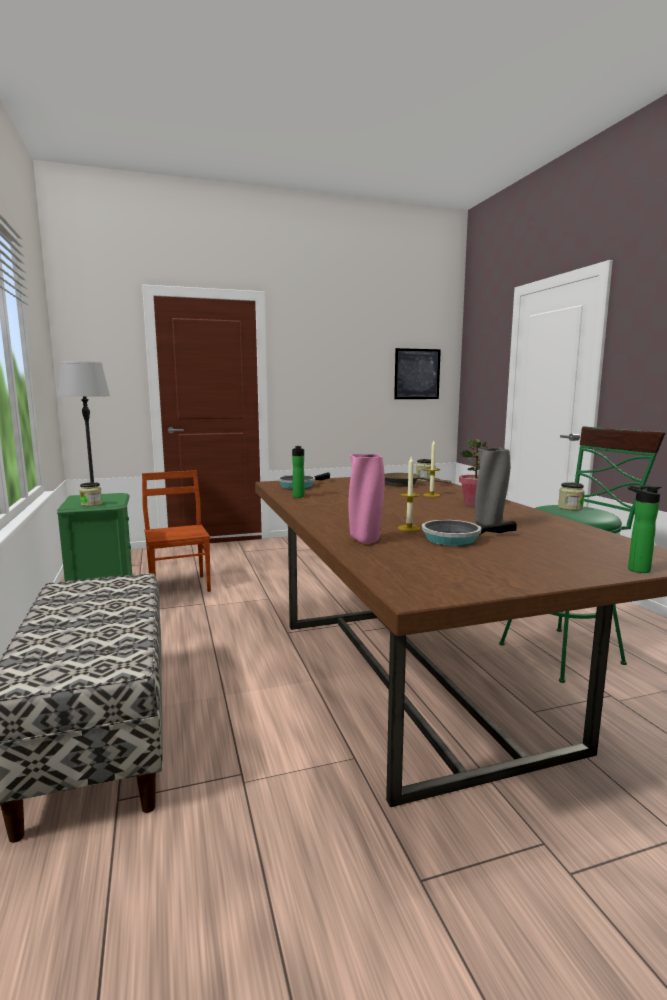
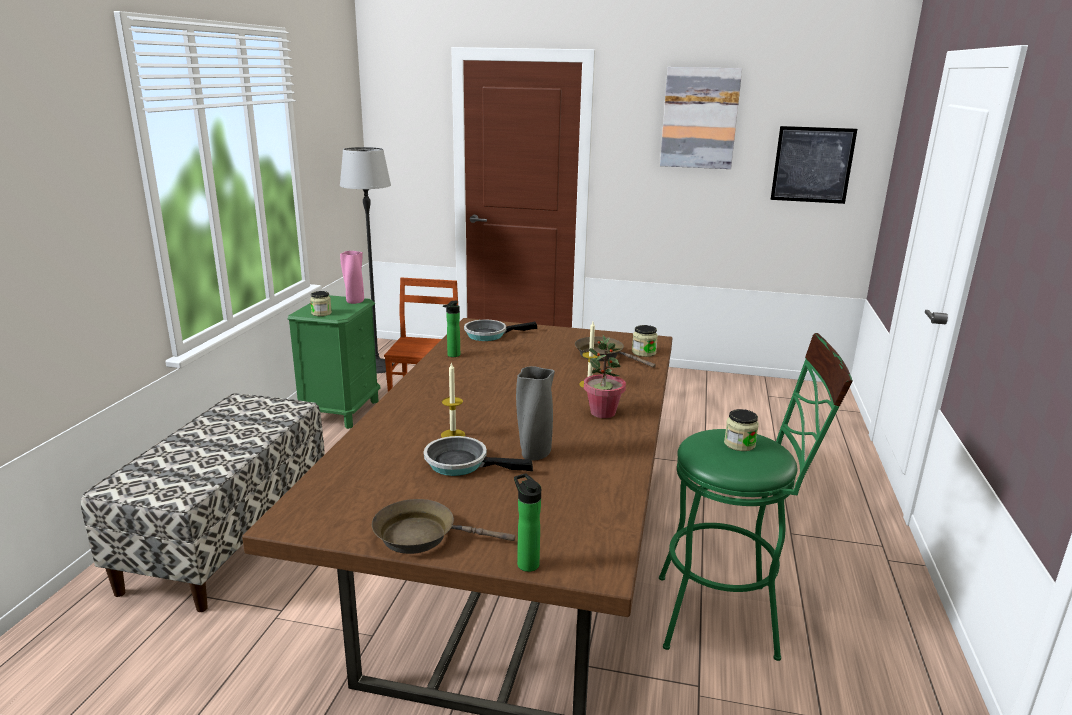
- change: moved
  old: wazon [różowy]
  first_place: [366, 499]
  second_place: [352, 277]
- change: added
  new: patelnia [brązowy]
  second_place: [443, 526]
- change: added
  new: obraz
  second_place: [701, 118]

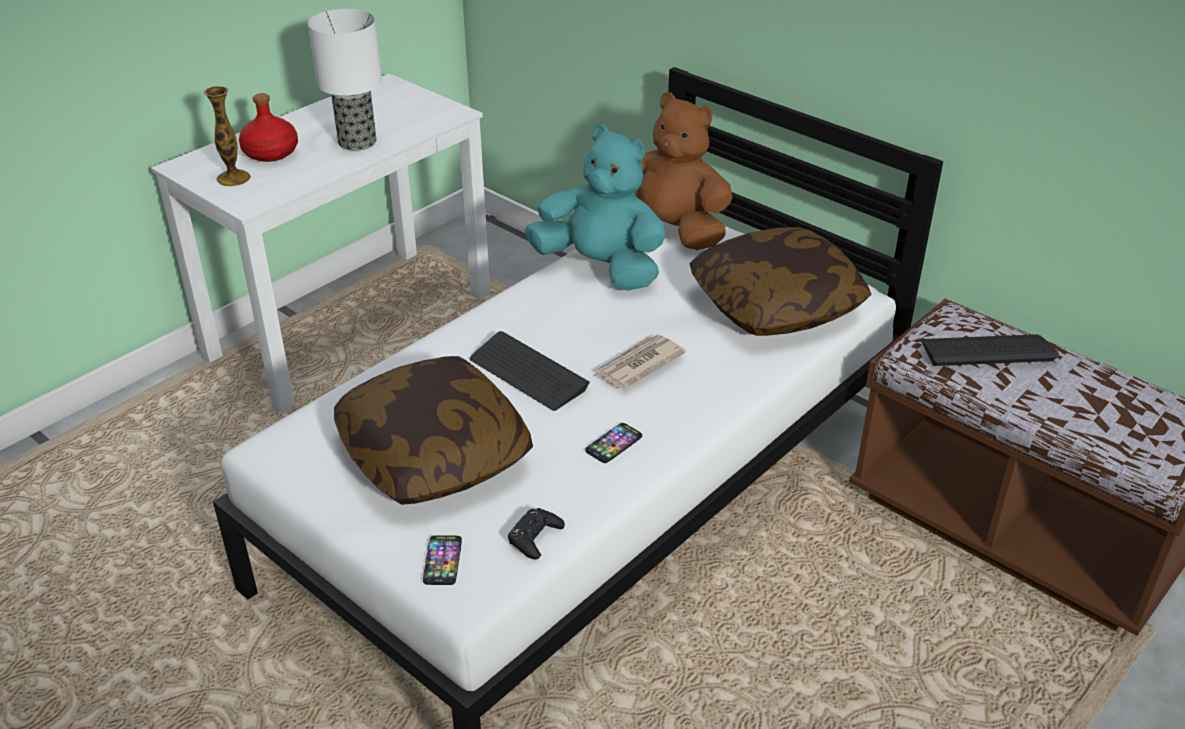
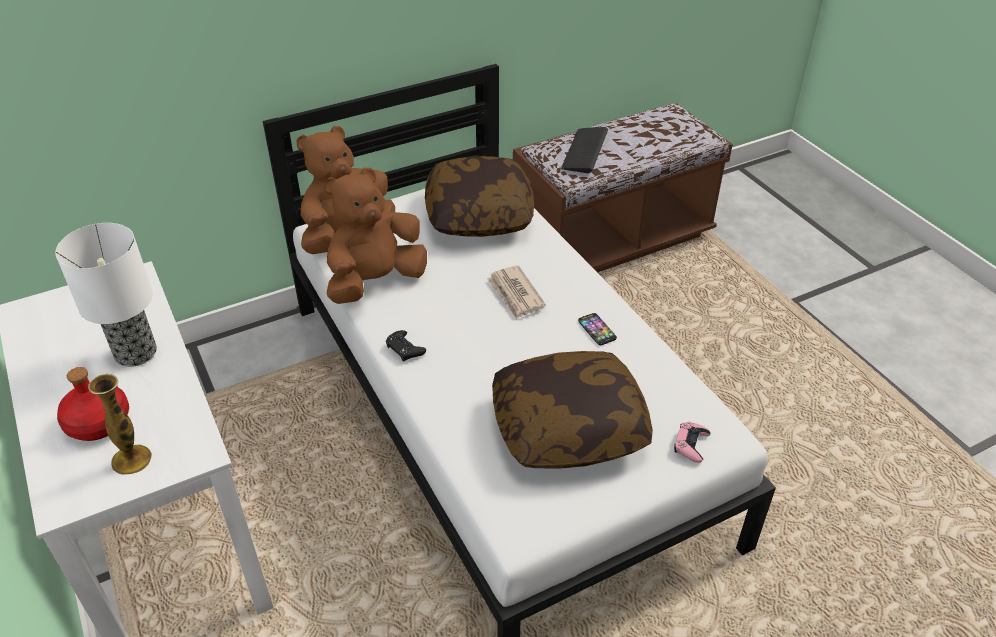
- change: replaced
  old: telefon
  new: pad do gier [różowy]
  first_place: [442, 560]
  second_place: [692, 442]
- change: removed
  old: klawiatura
  first_place: [530, 371]
- change: moved
  old: pad do gier [czarny]
  first_place: [536, 534]
  second_place: [406, 346]
- change: recoloured
  old: pluszak [turkusowy]
  new: pluszak [brązowy]
  first_place: [595, 208]
  second_place: [375, 236]

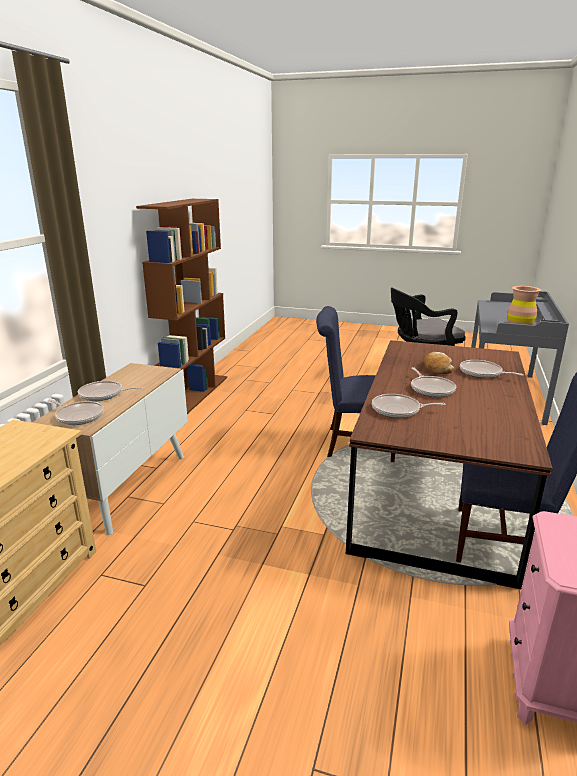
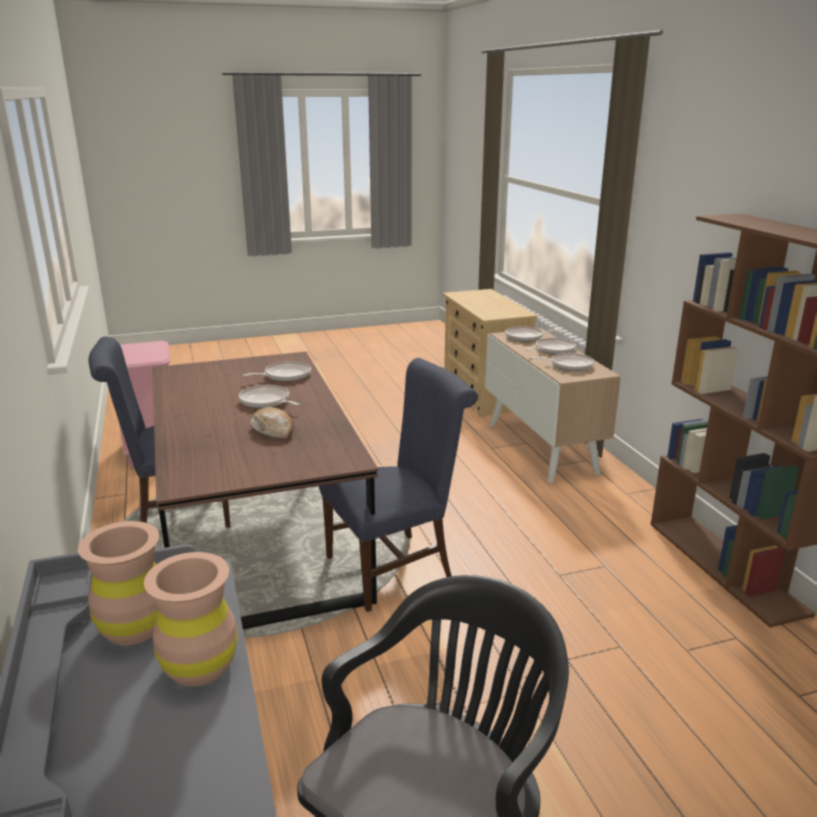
- change: moved
  old: patelnia
  first_place: [492, 369]
  second_place: [562, 362]
- change: added
  new: wazon [brązowy]
  second_place: [191, 619]

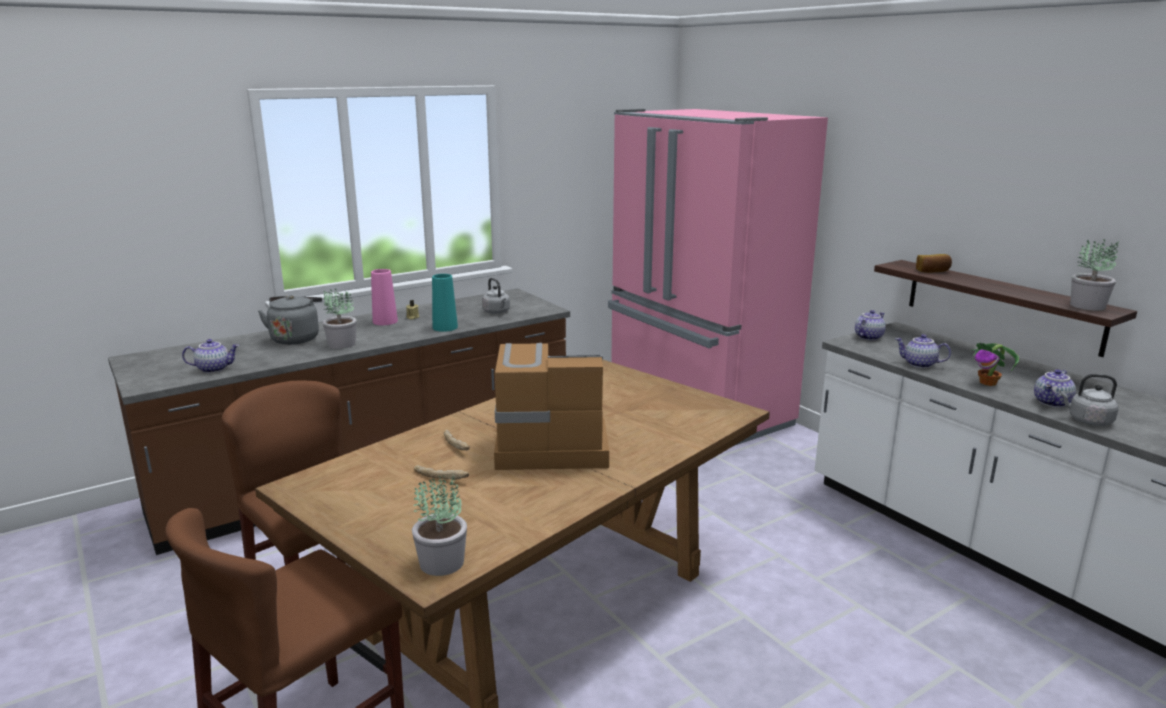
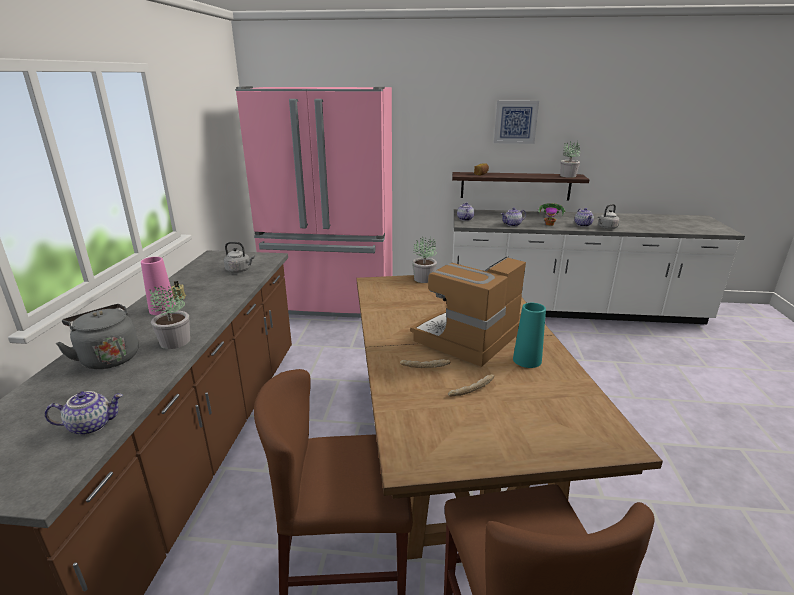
- change: turned
  old: imbryk
  first_place: [210, 356]
  second_place: [84, 413]
  degrees: 45
- change: moved
  old: roślina doniczkowa
  first_place: [439, 525]
  second_place: [424, 260]
- change: moved
  old: wazon [turkusowy]
  first_place: [445, 303]
  second_place: [529, 335]
- change: added
  new: obraz
  second_place: [516, 122]

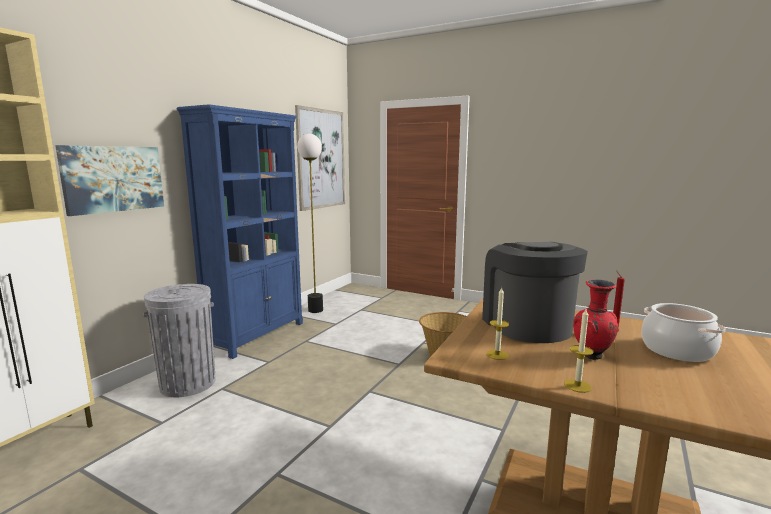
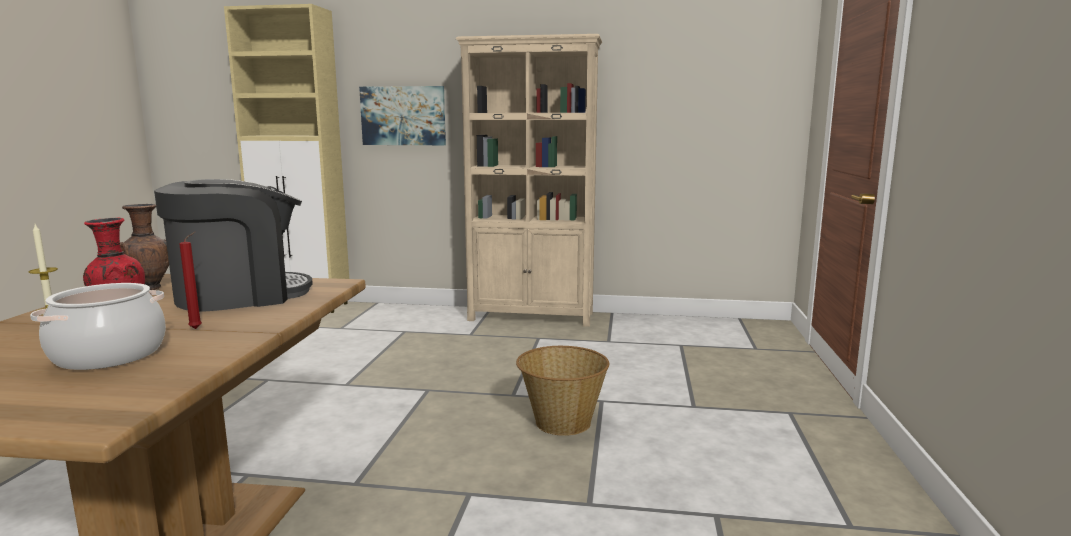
- change: removed
  old: kosz na śmieci [szary]
  first_place: [179, 340]
- change: recoloured
  old: regał [niebieski]
  new: regał [beżowy]
  first_place: [240, 231]
  second_place: [529, 180]
- change: removed
  old: obraz
  first_place: [320, 158]
- change: removed
  old: lampa stojąca
  first_place: [310, 223]
- change: replaced
  old: świeca
  new: wazon [brązowy]
  first_place: [497, 323]
  second_place: [144, 247]

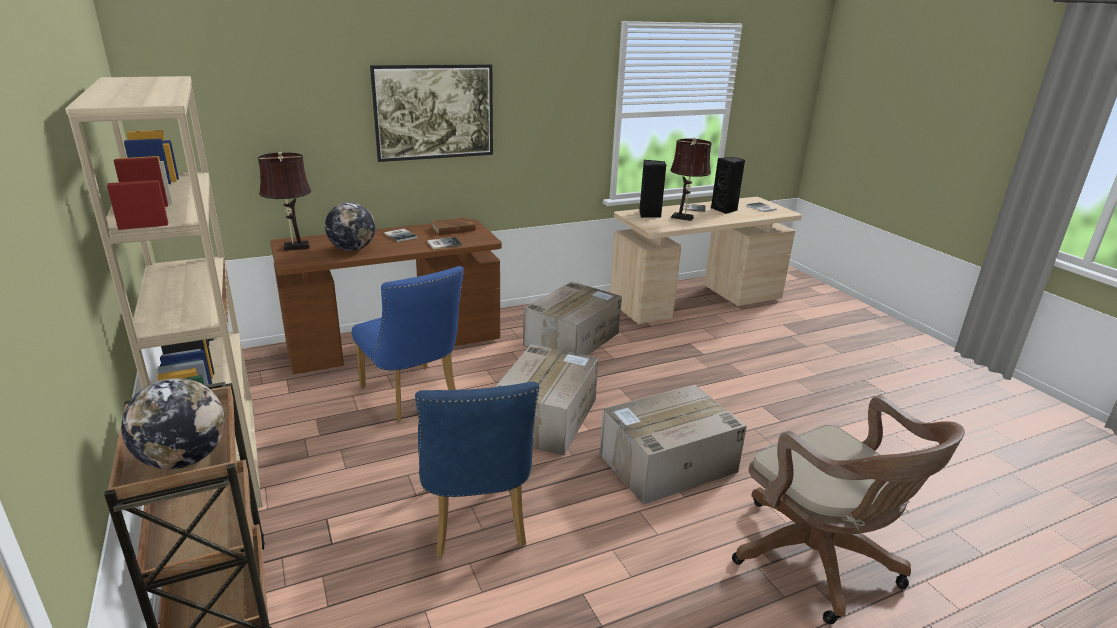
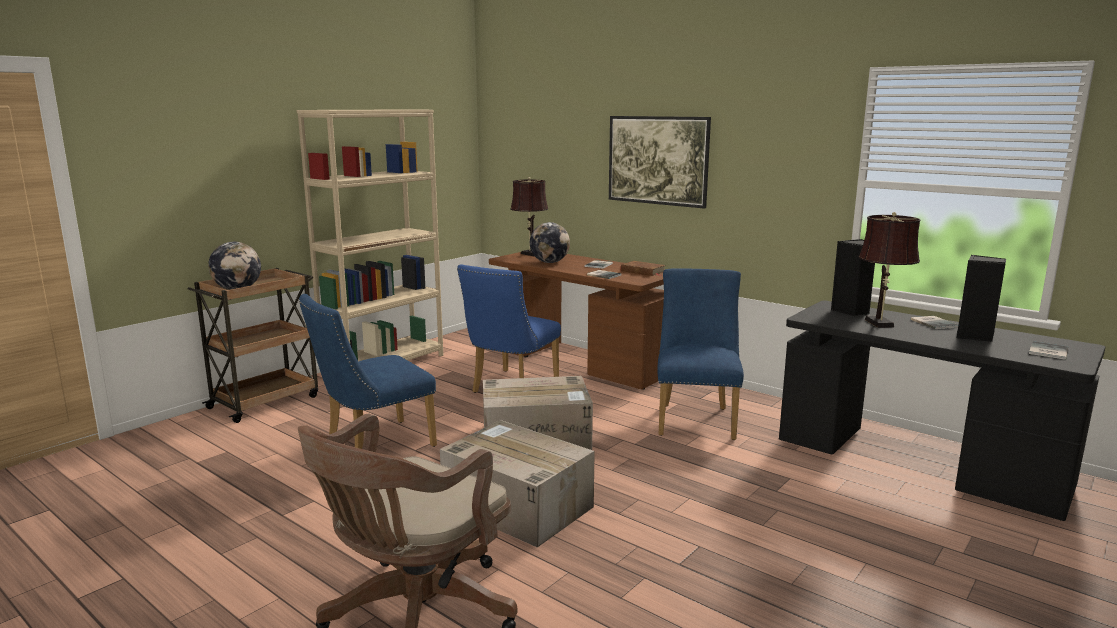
- change: replaced
  old: karton
  new: krzesło [niebieski]
  first_place: [572, 318]
  second_place: [701, 354]
- change: recoloured
  old: biurko [beżowy]
  new: biurko [czarny]
  first_place: [706, 260]
  second_place: [942, 411]

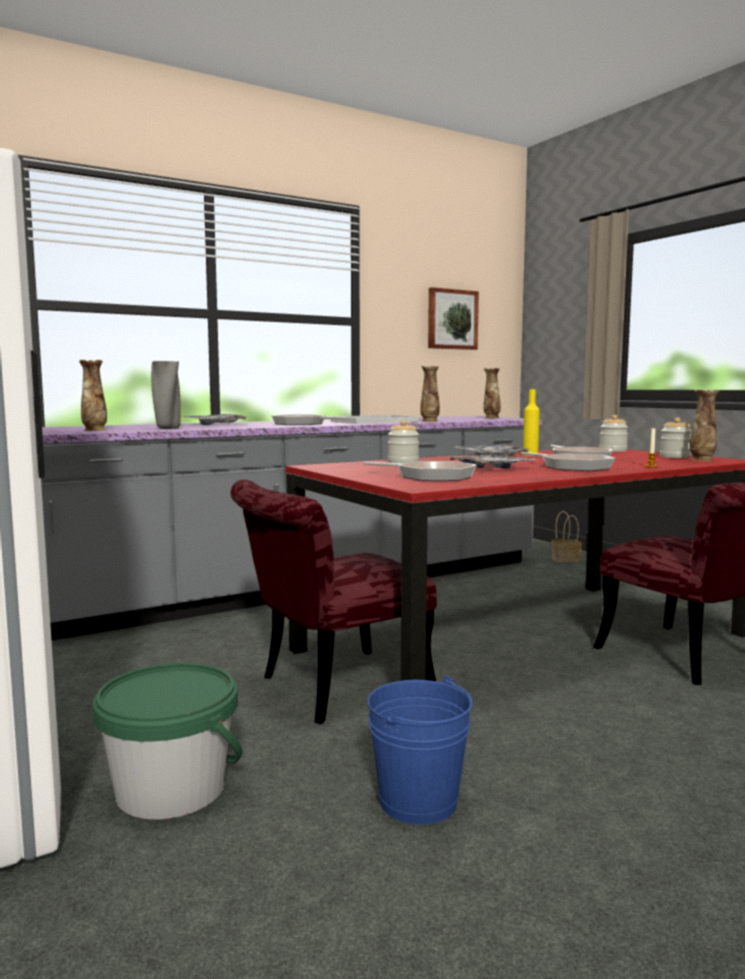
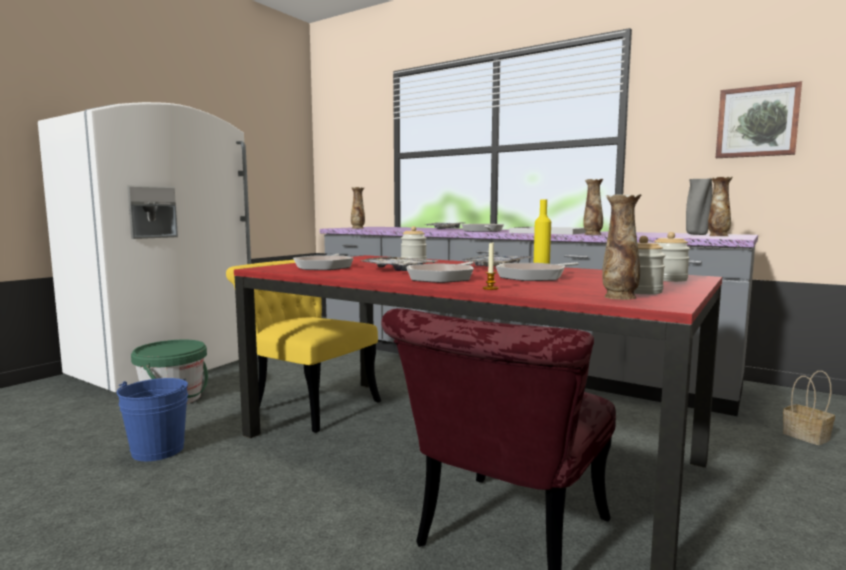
- change: moved
  old: wazon [szary]
  first_place: [166, 395]
  second_place: [699, 207]
- change: recoloured
  old: krzesło [czerwony]
  new: krzesło [żółty]
  first_place: [334, 602]
  second_place: [303, 346]

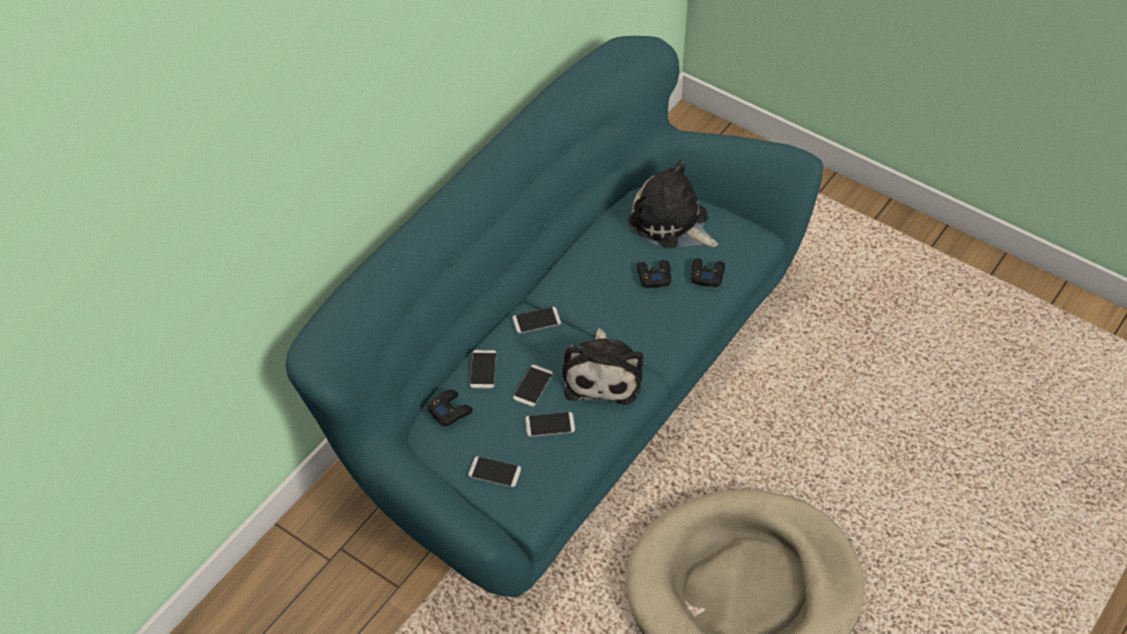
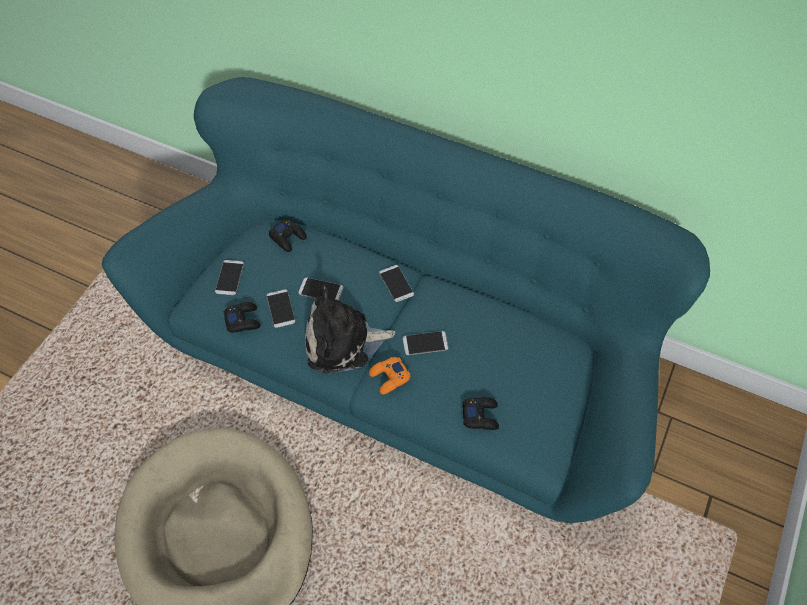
- change: moved
  old: telefon
  first_place: [483, 369]
  second_place: [425, 343]
- change: removed
  old: pluszak
  first_place: [673, 204]
- change: moved
  old: pad do gier [czarny]
  first_place: [654, 274]
  second_place: [242, 317]
- change: added
  new: pad do gier [pomarańczowy]
  second_place: [389, 376]

